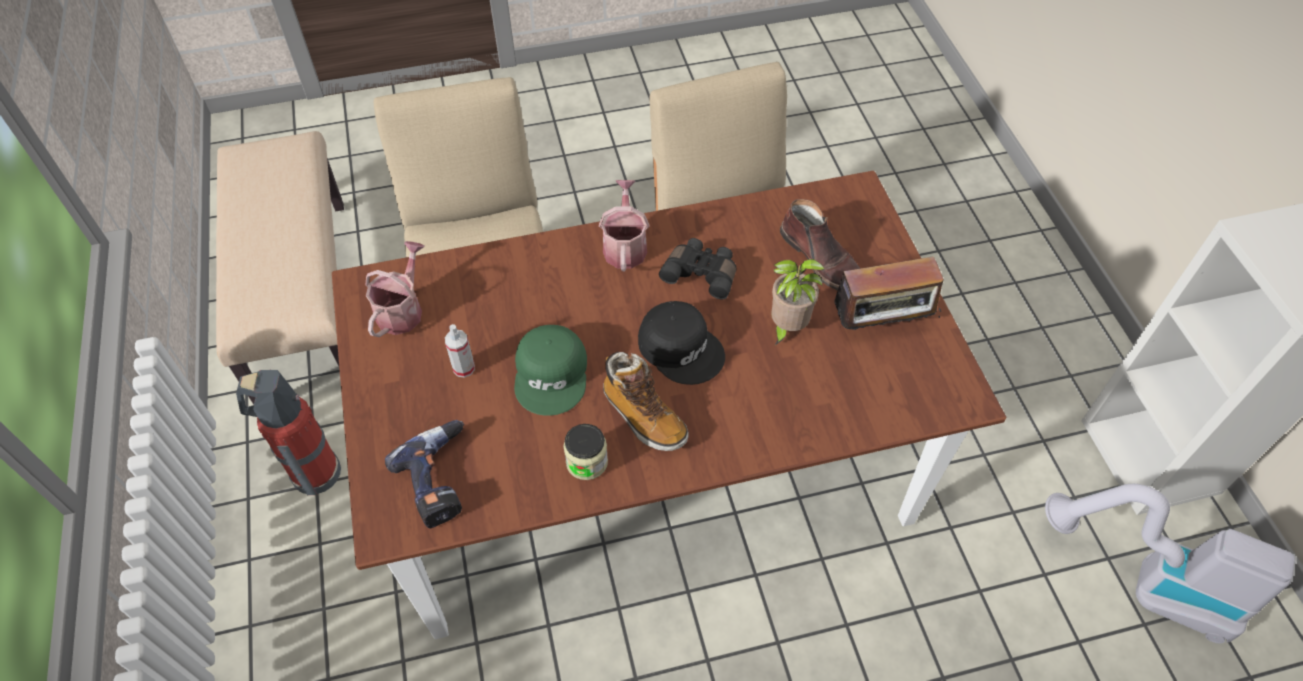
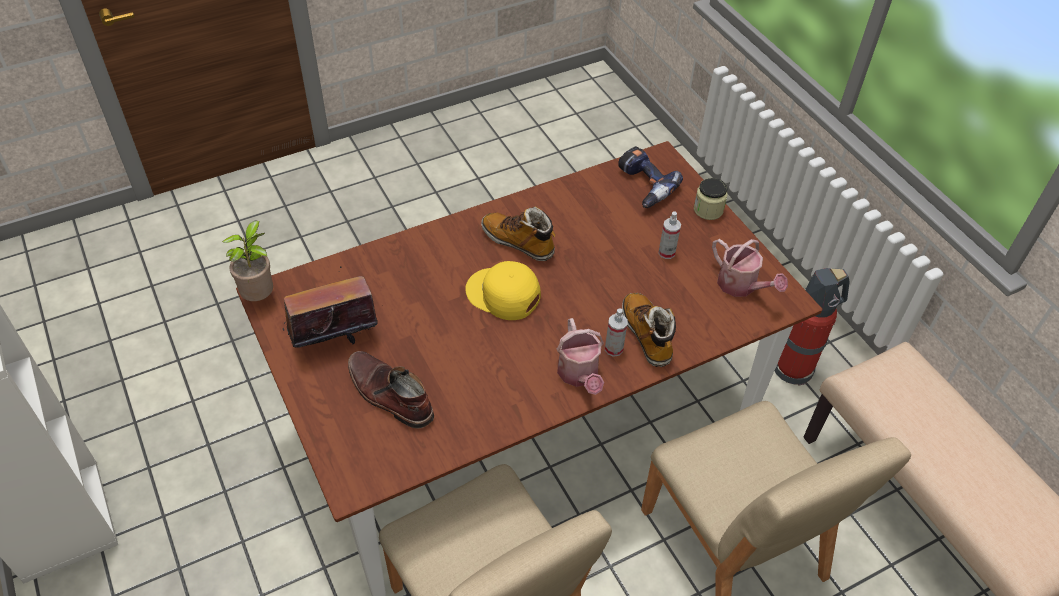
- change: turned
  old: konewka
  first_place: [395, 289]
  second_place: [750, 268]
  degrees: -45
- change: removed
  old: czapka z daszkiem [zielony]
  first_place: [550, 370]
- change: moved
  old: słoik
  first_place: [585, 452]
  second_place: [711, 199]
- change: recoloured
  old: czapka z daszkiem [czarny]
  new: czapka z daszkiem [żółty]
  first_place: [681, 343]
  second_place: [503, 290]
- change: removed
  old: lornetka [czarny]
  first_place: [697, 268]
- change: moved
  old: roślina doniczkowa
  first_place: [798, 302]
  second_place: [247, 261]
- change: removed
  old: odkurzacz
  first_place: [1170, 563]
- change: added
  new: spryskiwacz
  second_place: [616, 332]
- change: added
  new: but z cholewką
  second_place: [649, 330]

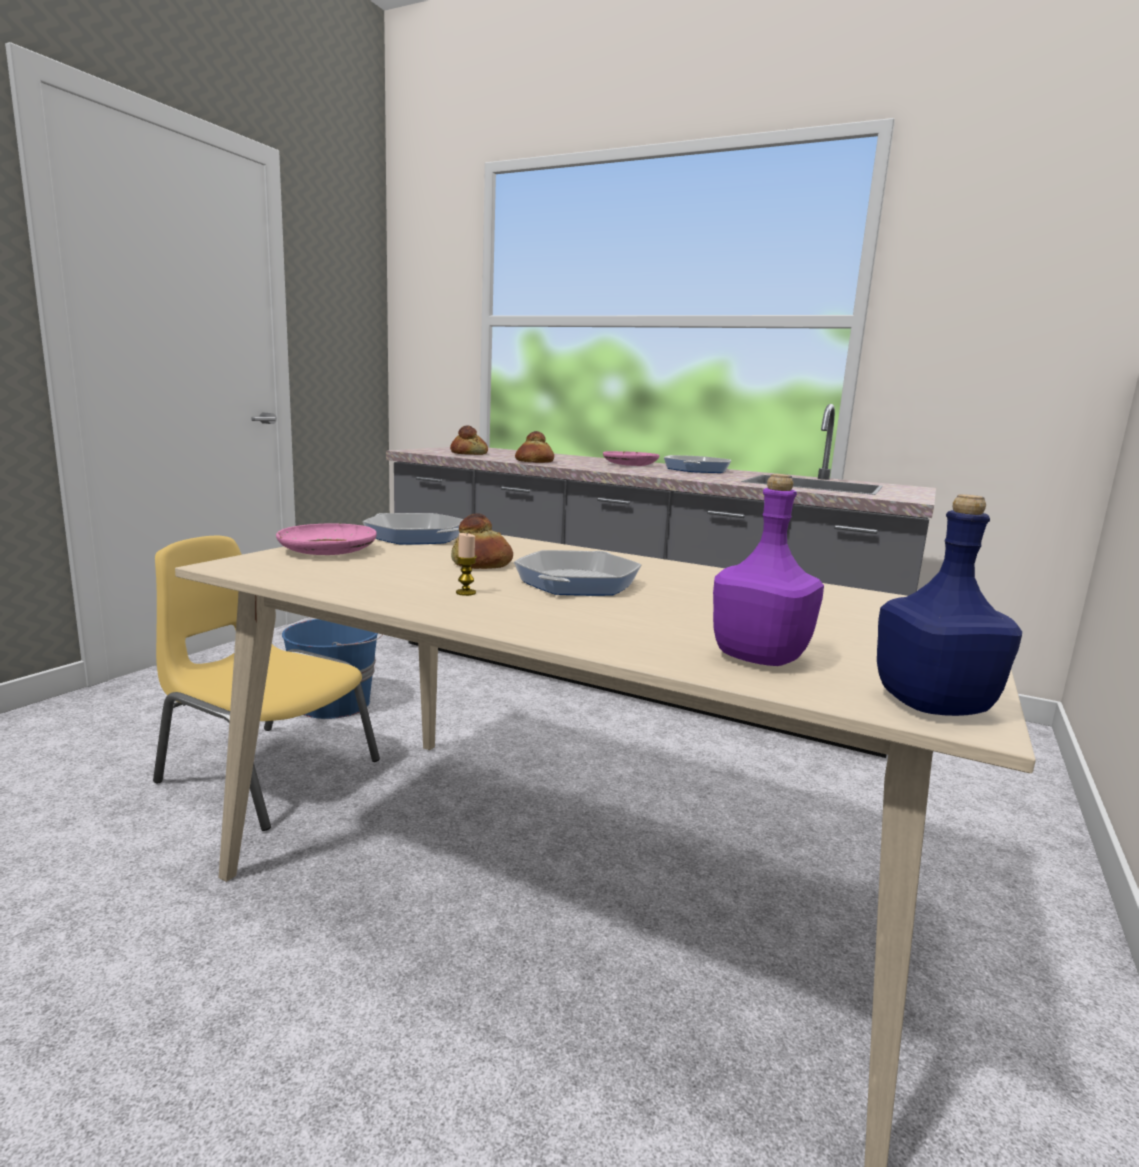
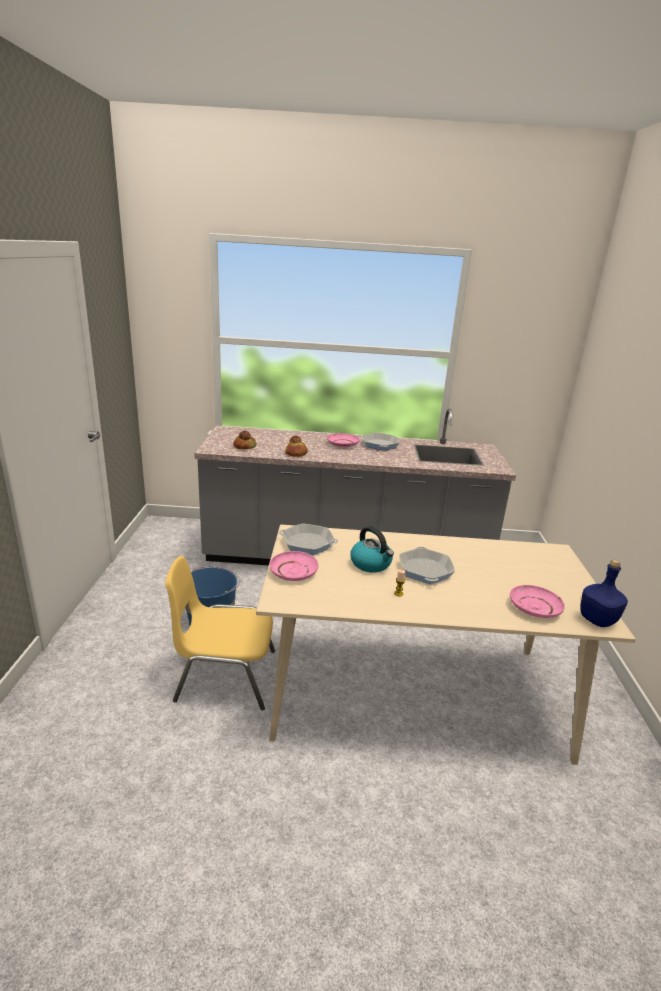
- change: replaced
  old: chleb
  new: czajnik
  first_place: [482, 541]
  second_place: [372, 549]
- change: replaced
  old: butelka [fioletowy]
  new: talerz [różowy]
  first_place: [768, 570]
  second_place: [537, 601]

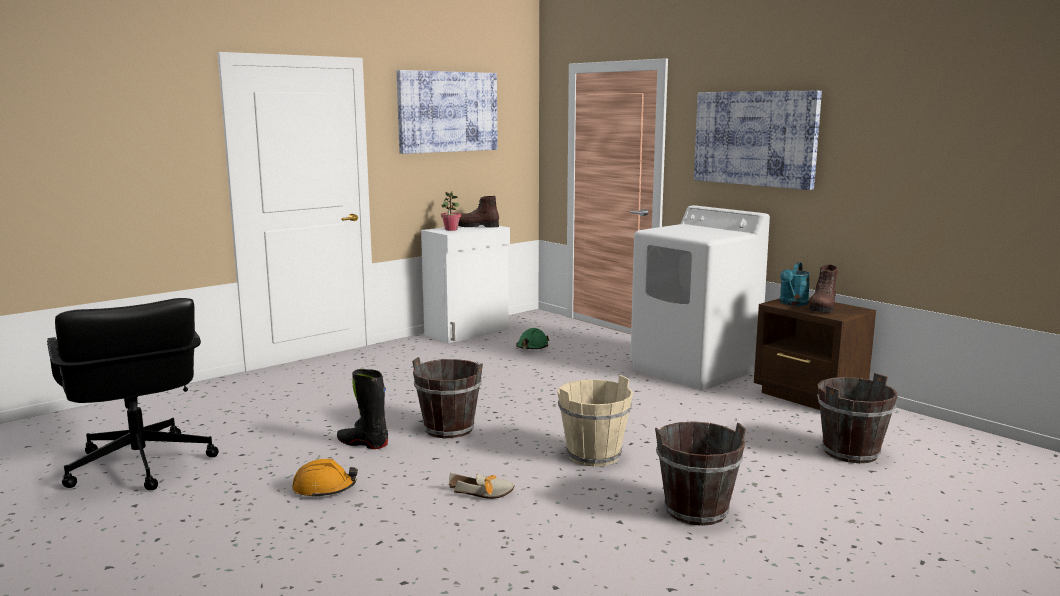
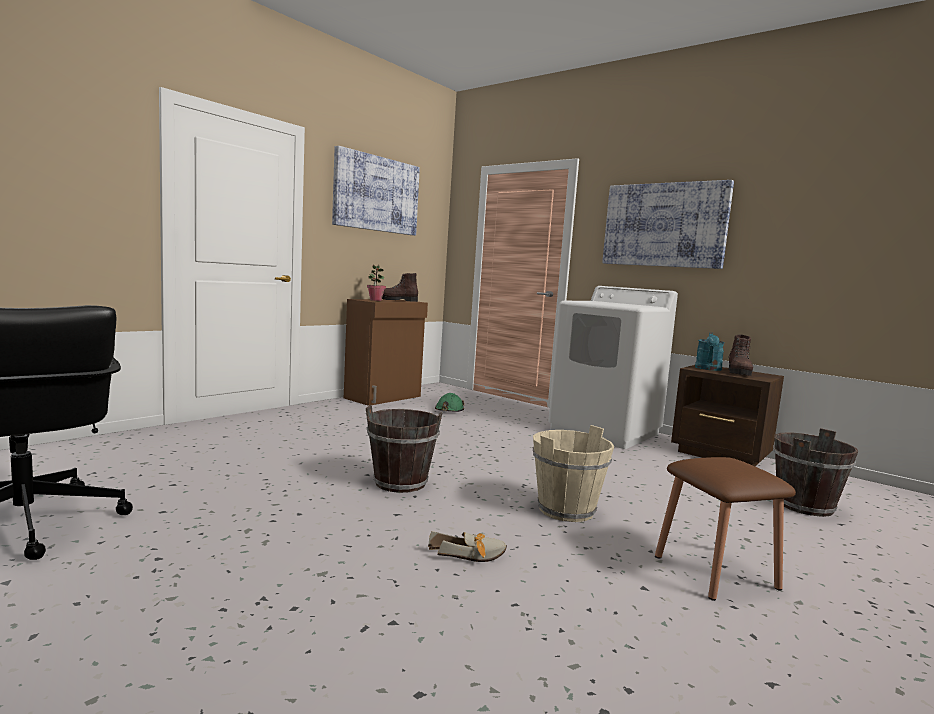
- change: removed
  old: kask [pomarańczowy]
  first_place: [325, 479]
- change: removed
  old: but z cholewką [czarny]
  first_place: [362, 409]
- change: recoloured
  old: szafka [biały]
  new: szafka [brązowy]
  first_place: [465, 284]
  second_place: [386, 352]
- change: replaced
  old: wiadro [brązowy]
  new: stołek [brązowy]
  first_place: [700, 474]
  second_place: [725, 529]

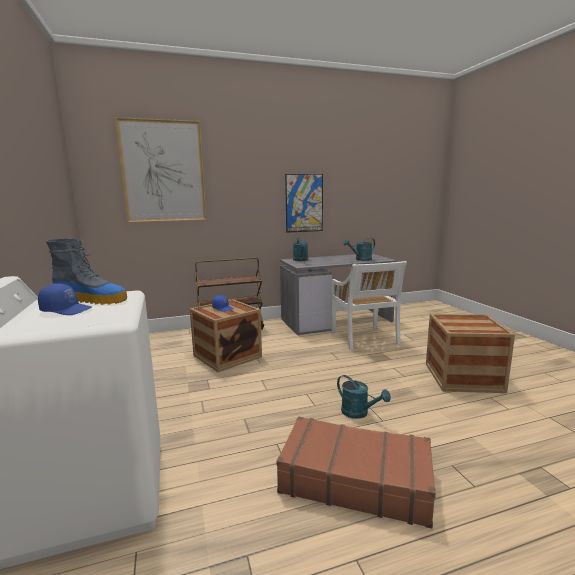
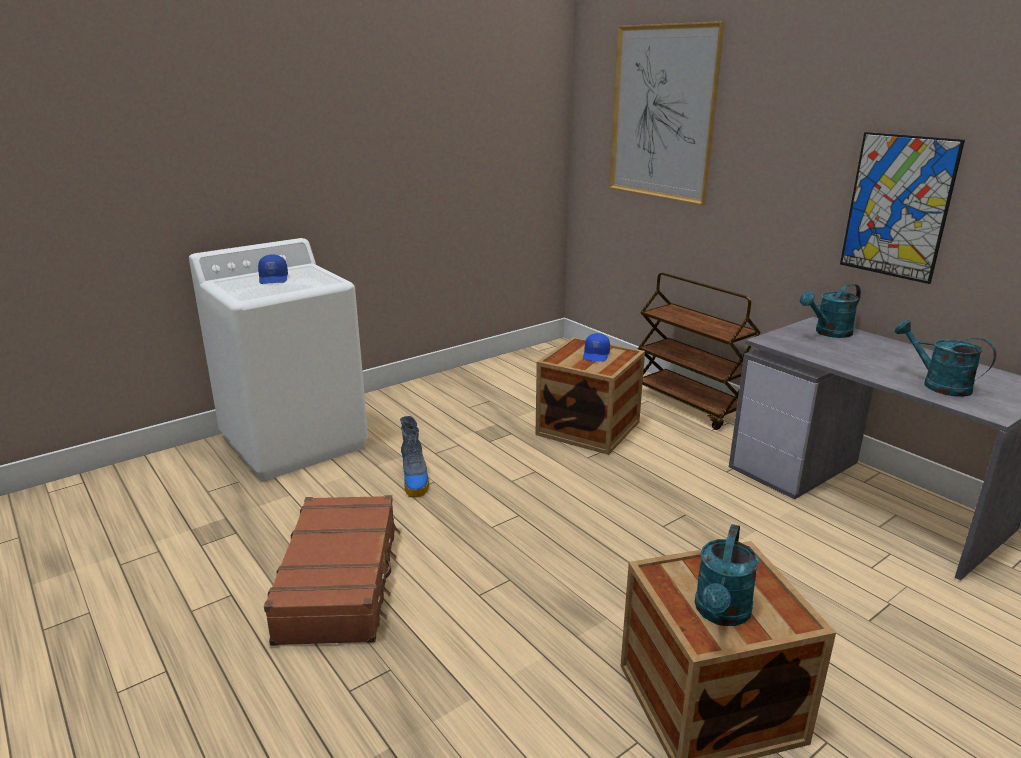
- change: moved
  old: but z cholewką
  first_place: [86, 271]
  second_place: [414, 457]
- change: removed
  old: krzesło [biały]
  first_place: [369, 306]
- change: moved
  old: konewka [turkusowy]
  first_place: [364, 397]
  second_place: [727, 575]

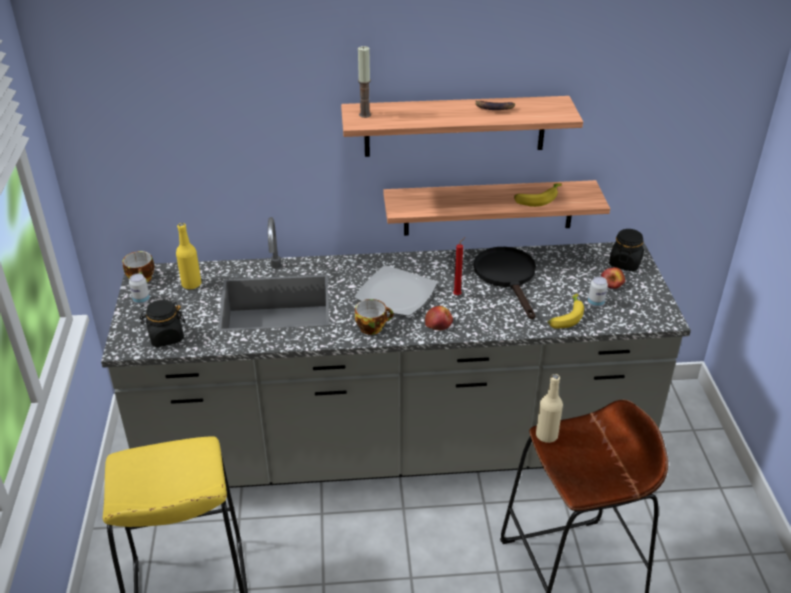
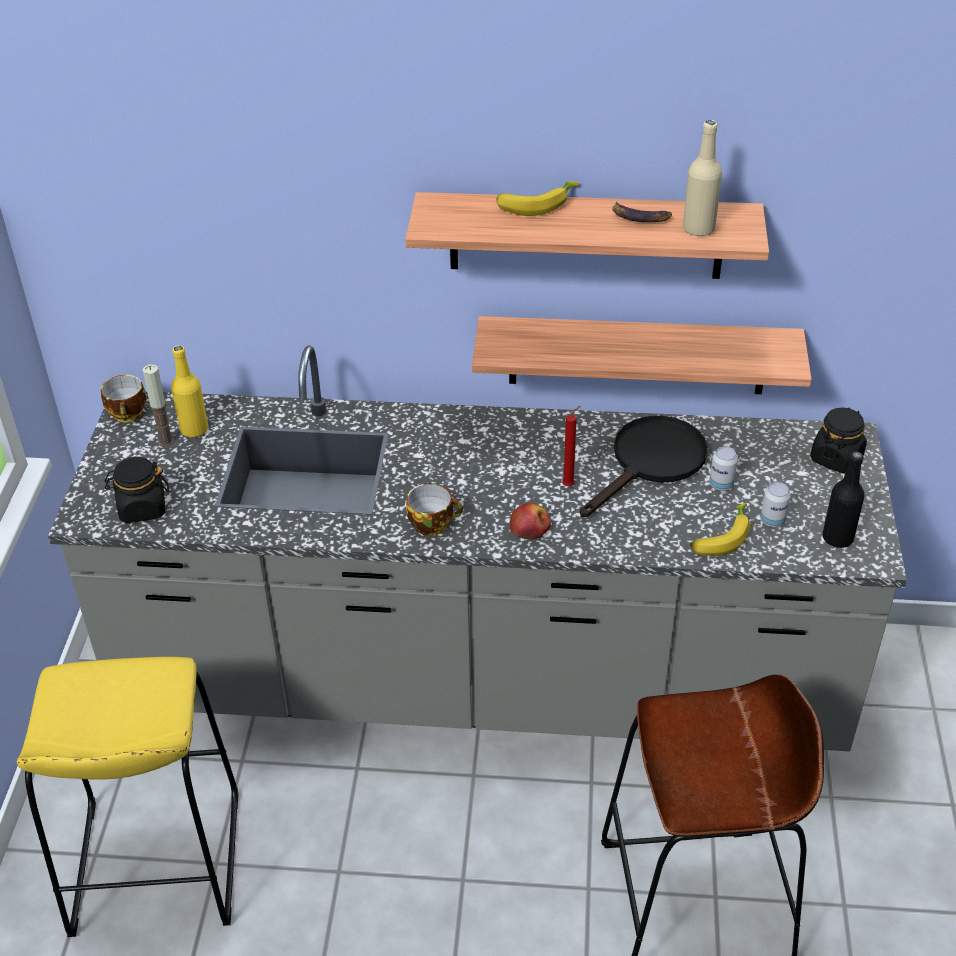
- change: moved
  old: puszka
  first_place: [139, 289]
  second_place: [723, 468]
- change: removed
  old: talerz
  first_place: [395, 290]
- change: moved
  old: świeca
  first_place: [364, 82]
  second_place: [158, 405]
- change: turned
  old: patelnia [czarny]
  first_place: [505, 283]
  second_place: [644, 466]
  degrees: 45
- change: moved
  old: banan
  first_place: [538, 195]
  second_place: [537, 199]
- change: moved
  old: butelka [beżowy]
  first_place: [549, 408]
  second_place: [702, 178]
- change: removed
  old: jabłko
  first_place: [613, 278]
- change: added
  new: butelka [czarny]
  second_place: [843, 499]

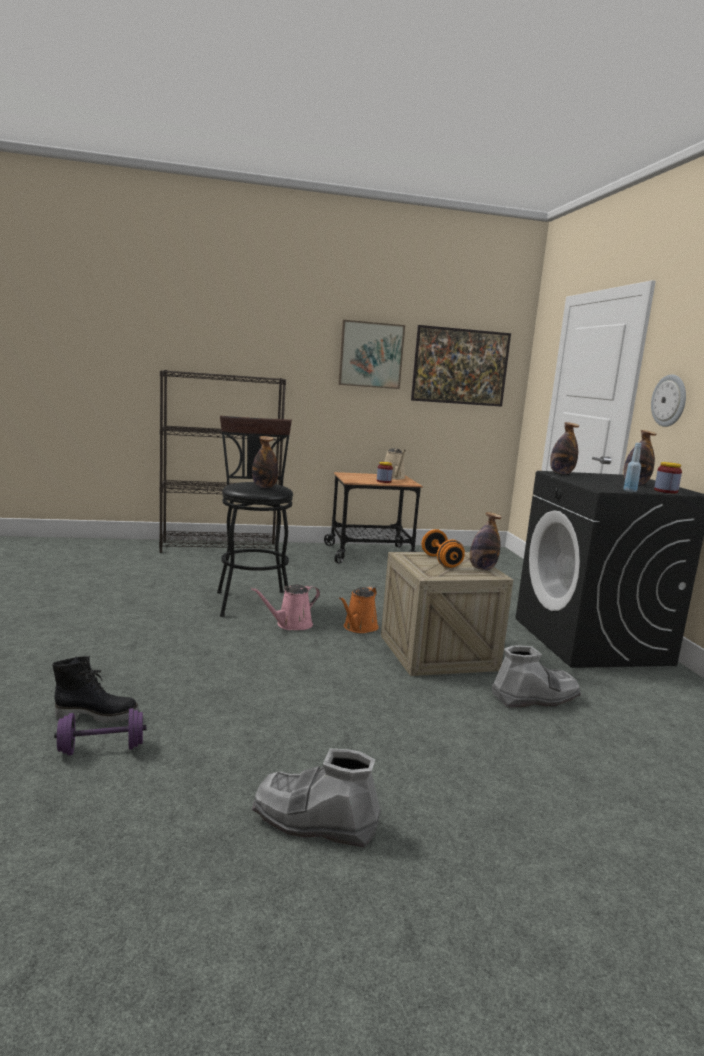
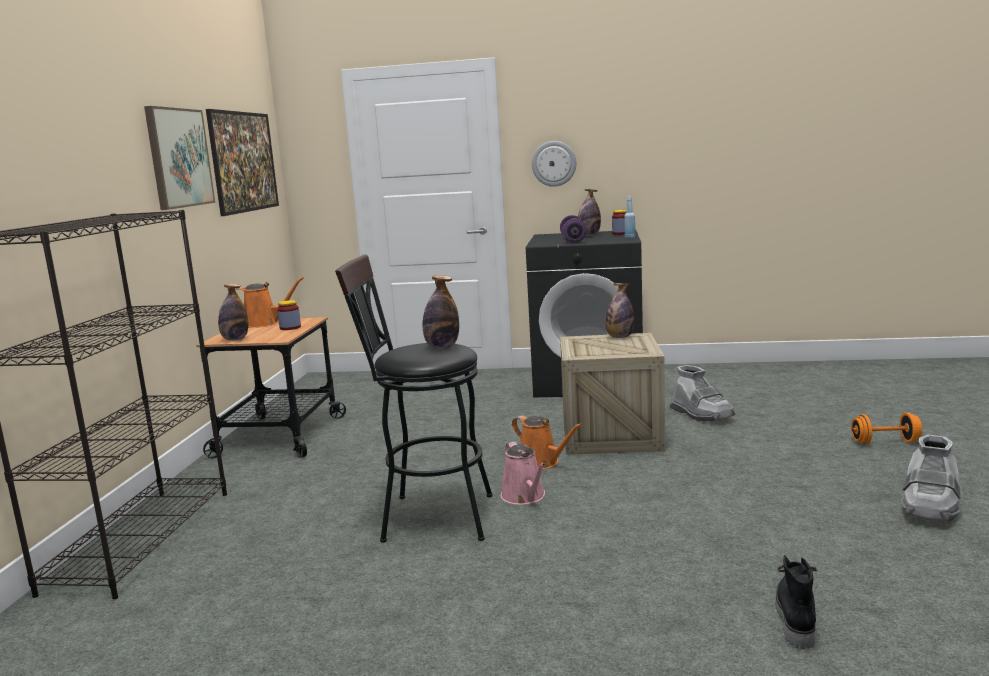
- change: moved
  old: hantel [fioletowy]
  first_place: [100, 731]
  second_place: [573, 229]
- change: recoloured
  old: konewka [beżowy]
  new: konewka [pomarańczowy]
  first_place: [395, 463]
  second_place: [269, 302]
- change: moved
  old: hantel [pomarańczowy]
  first_place: [443, 548]
  second_place: [886, 428]
- change: turned
  old: but z cholewką [szary]
  first_place: [536, 676]
  second_place: [703, 393]
  degrees: 150
- change: moved
  old: butelka
  first_place: [564, 448]
  second_place: [233, 312]

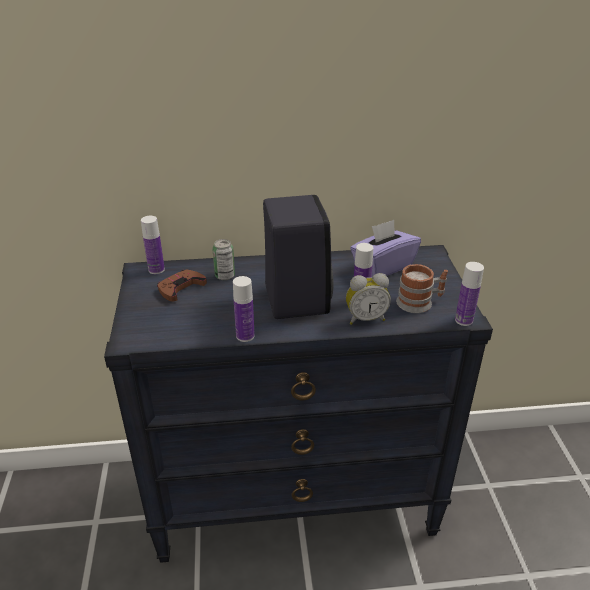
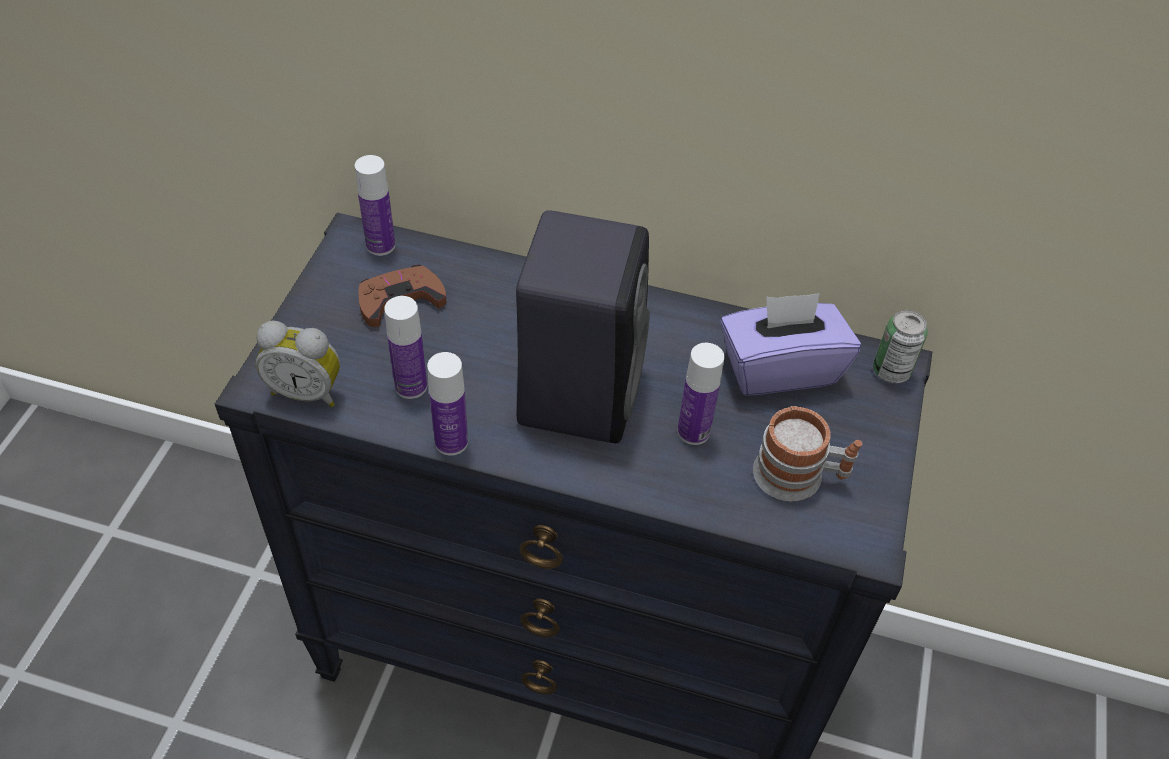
- change: moved
  old: puszka
  first_place: [223, 259]
  second_place: [900, 346]
- change: moved
  old: budzik
  first_place: [368, 299]
  second_place: [297, 364]
- change: moved
  old: butelka
  first_place: [469, 294]
  second_place: [405, 347]

